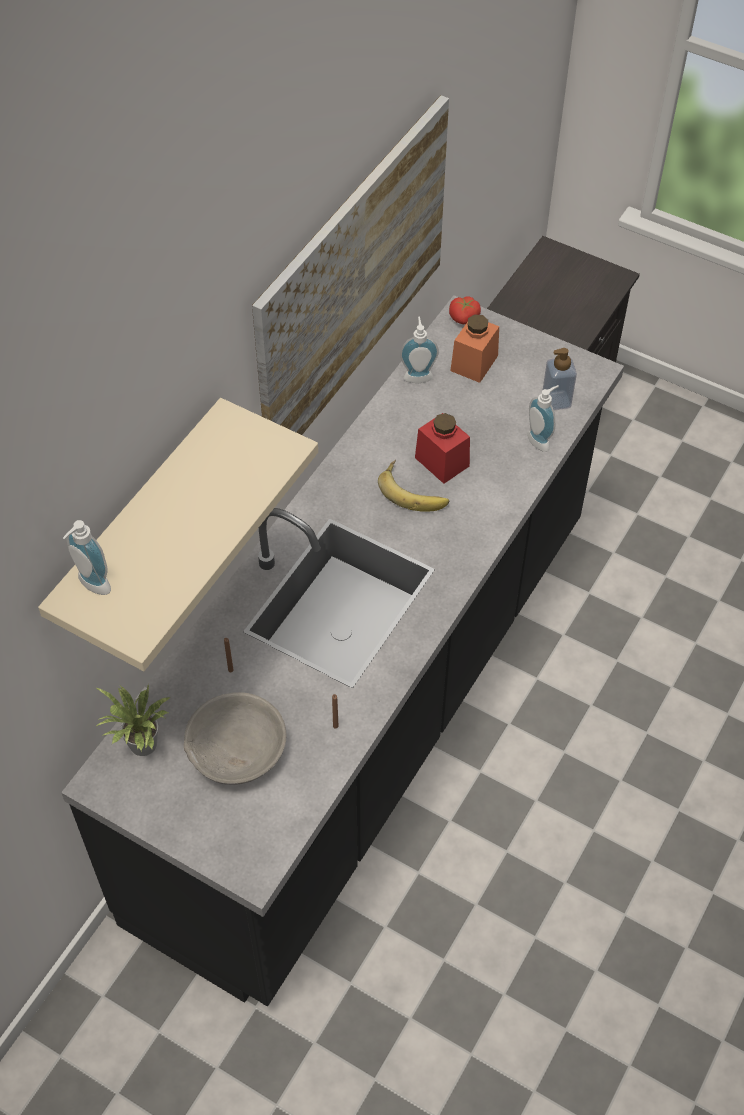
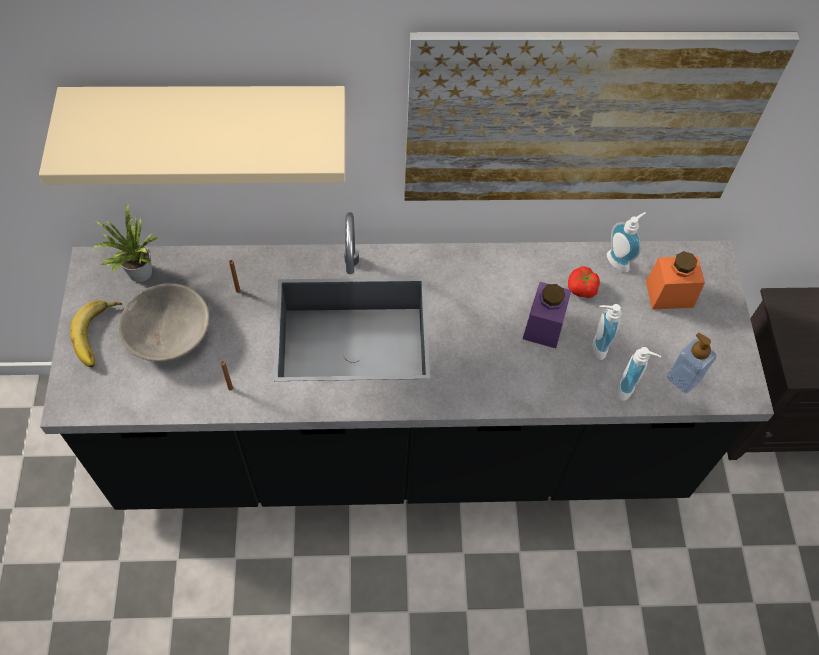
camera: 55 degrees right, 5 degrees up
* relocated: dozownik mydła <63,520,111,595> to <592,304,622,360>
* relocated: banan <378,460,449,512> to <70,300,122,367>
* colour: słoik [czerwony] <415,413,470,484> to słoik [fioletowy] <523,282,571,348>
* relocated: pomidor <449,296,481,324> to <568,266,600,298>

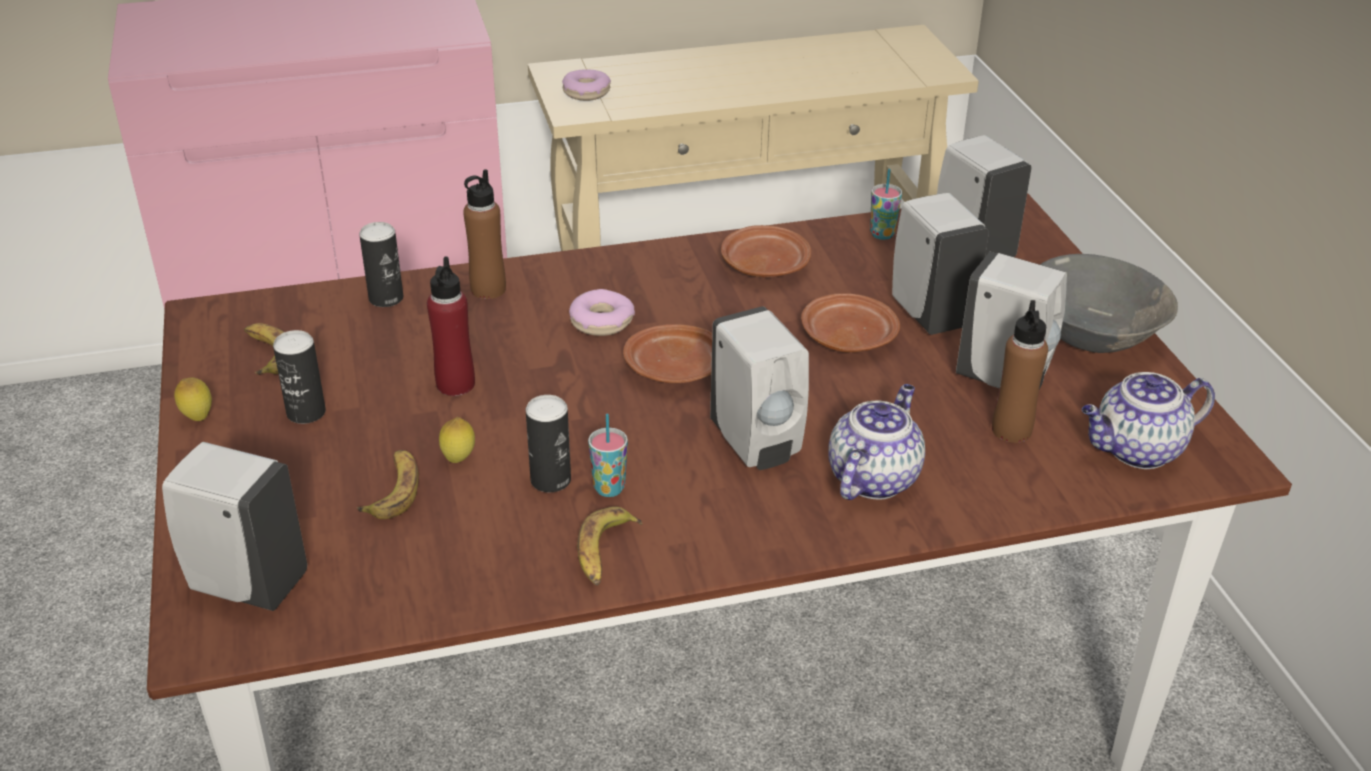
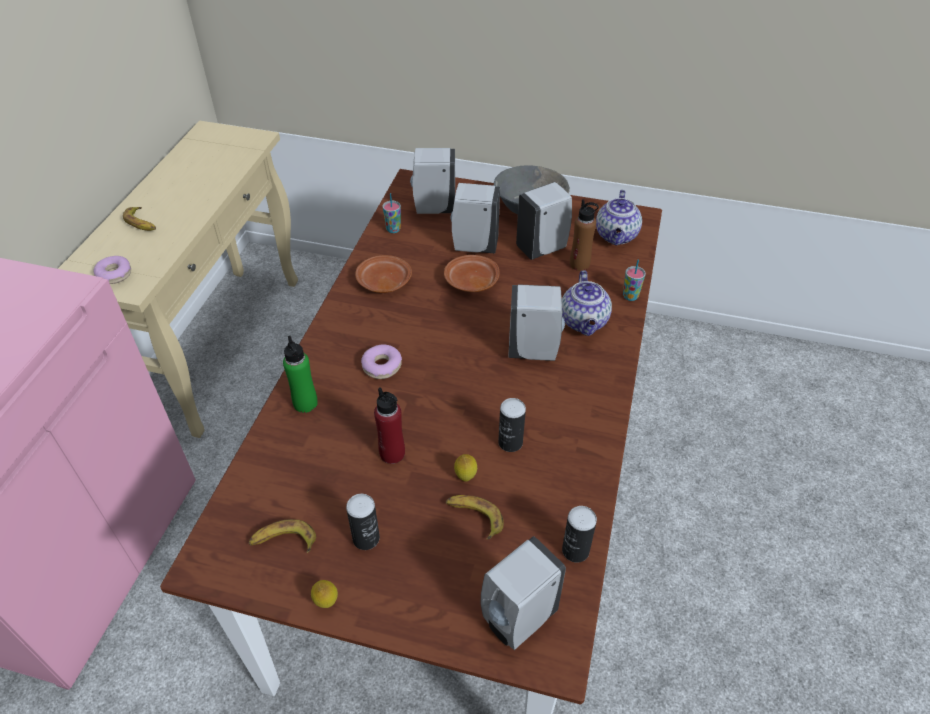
camera: 60 degrees left, 10 degrees up
* relocated: puszka <359,222,403,307> to <562,506,597,563>
* colour: butelka [brązowy] <463,169,506,299> to butelka [zielony] <283,336,318,413>
* relocated: banan <577,506,643,586> to <123,207,156,231>
* relocated: filiżanka <588,414,628,497> to <623,260,646,301>
* missing: talerz [brązowy] <623,324,712,383>
* spun: imbryk <828,384,925,500> = <562,270,612,336> 150 degrees counterclockwise

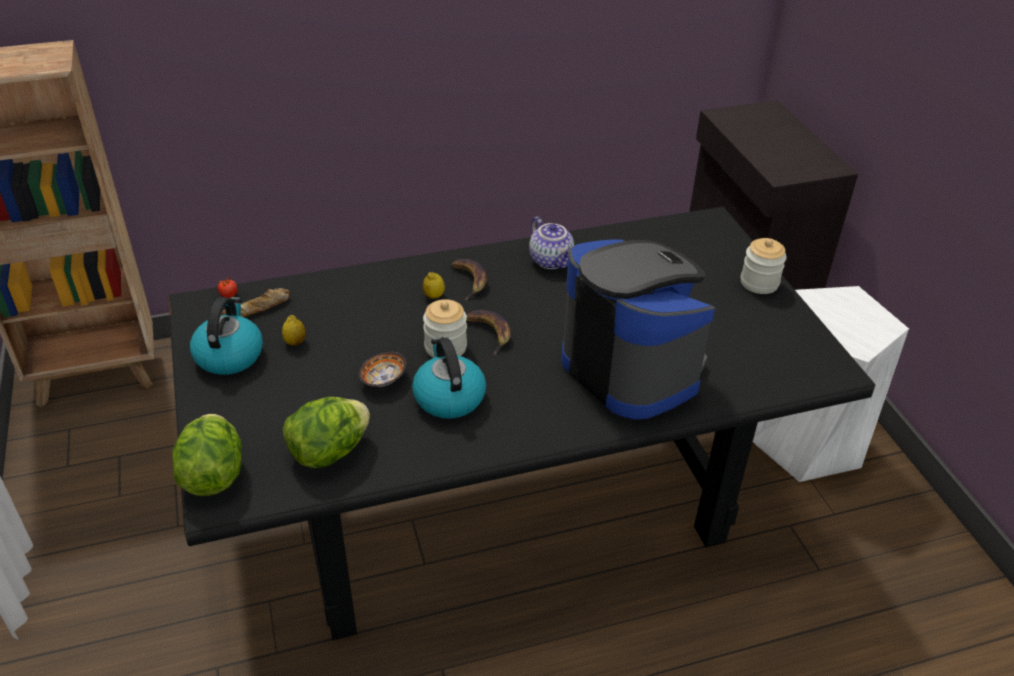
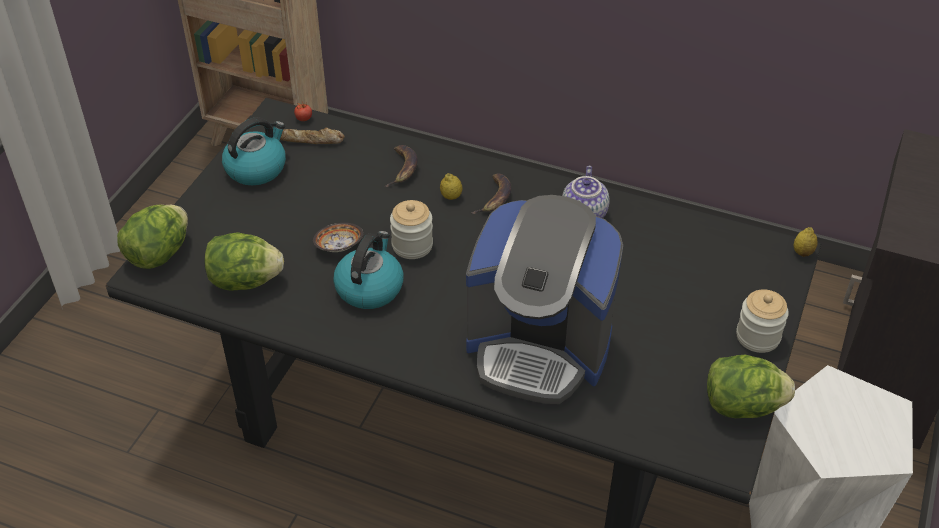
camera: 40 degrees right, 5 degrees up
* relocated: cytryna <282,315,306,346> to <794,227,818,257>
* relocated: banan <466,310,511,355> to <384,145,418,187>
* spun: ekspres do kawy <561,240,715,420> = <466,195,623,404> 105 degrees clockwise
* appeared: sałata <707,354,795,418>

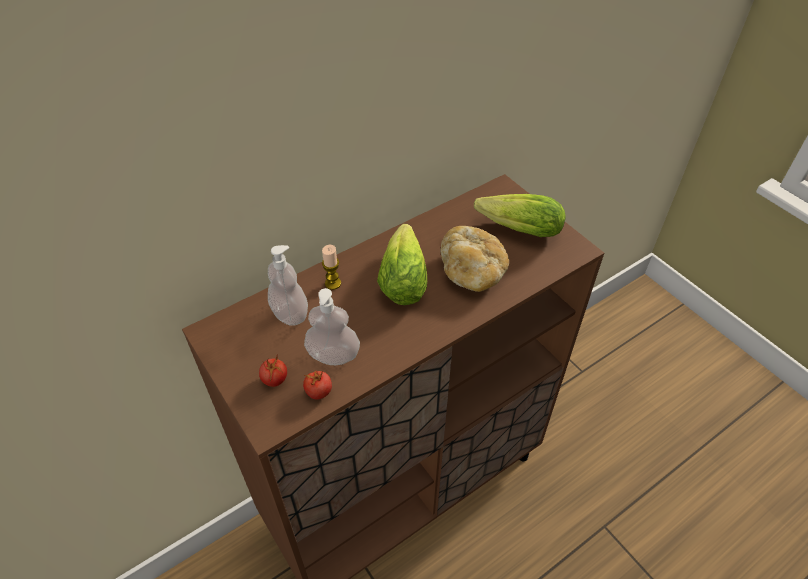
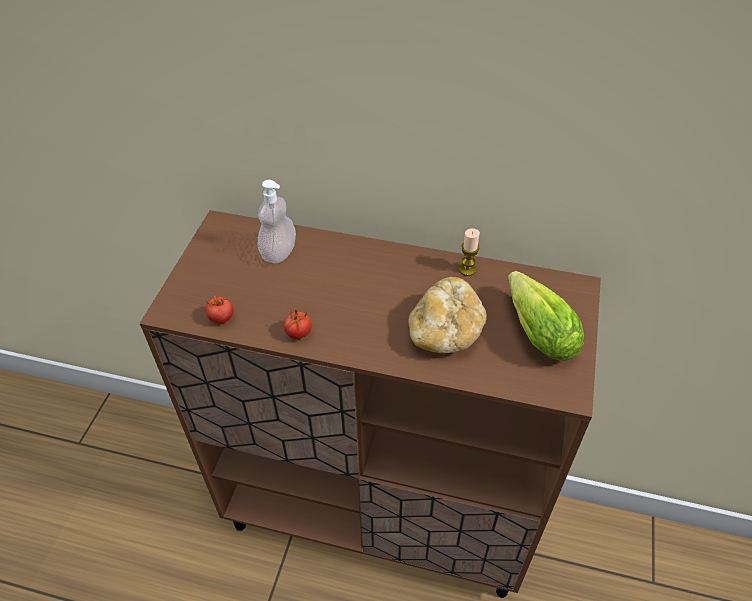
camera: 50 degrees right, 0 degrees up
* relocated: pomidor <259,354,287,387> to <284,309,312,339>
* missing: dozownik mydła <304,288,360,365>
* relocated: świeca <322,245,341,290> to <459,228,480,276>
* missing: sałata <377,224,427,305>

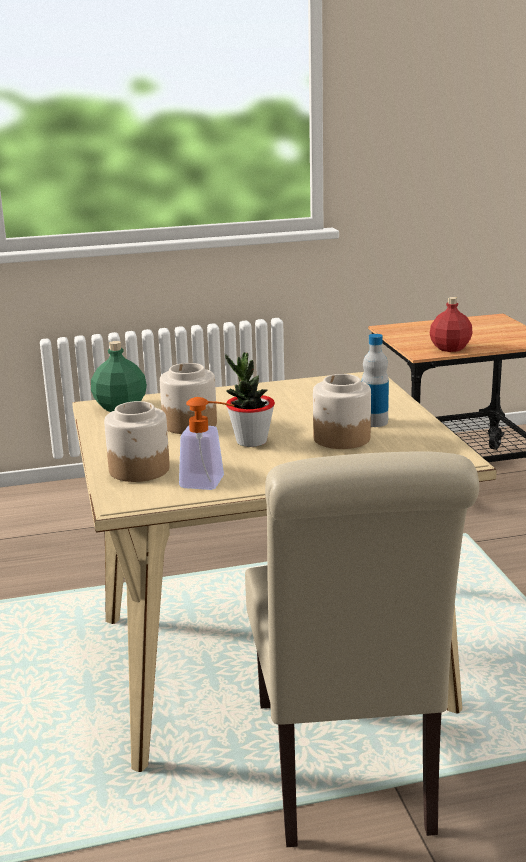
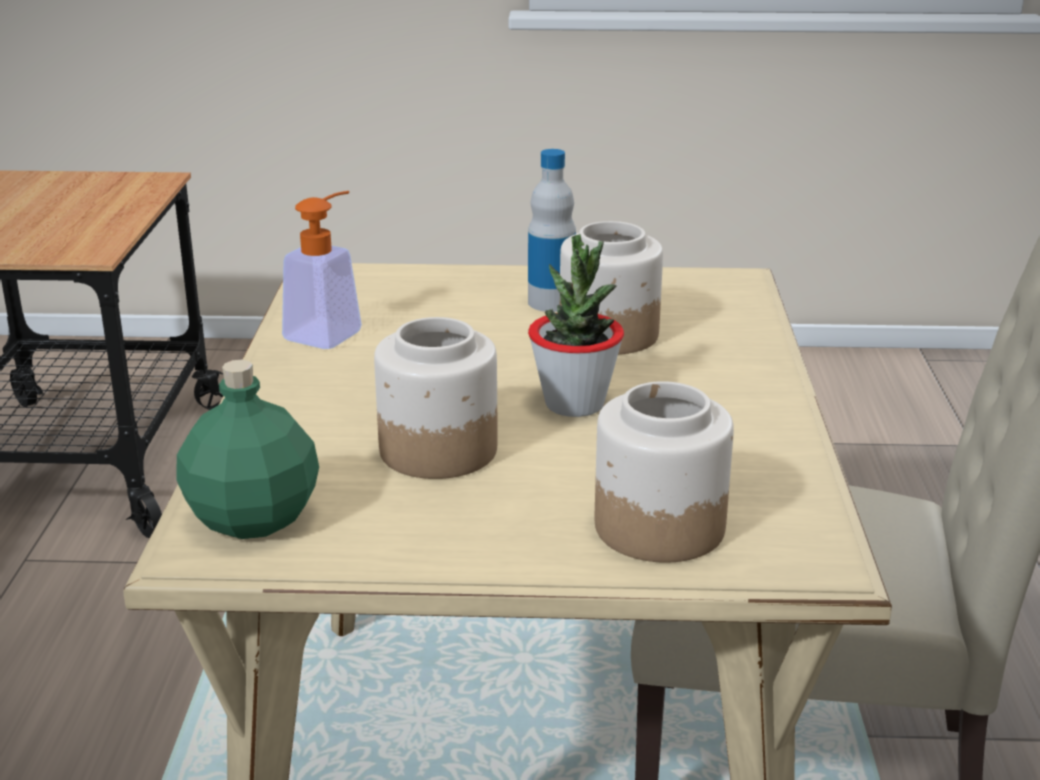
camera: 75 degrees left, 5 degrees up
* relocated: dozownik mydła <179,397,234,490> to <282,191,362,349>
* missing: butelka [czerwony] <430,297,473,352>

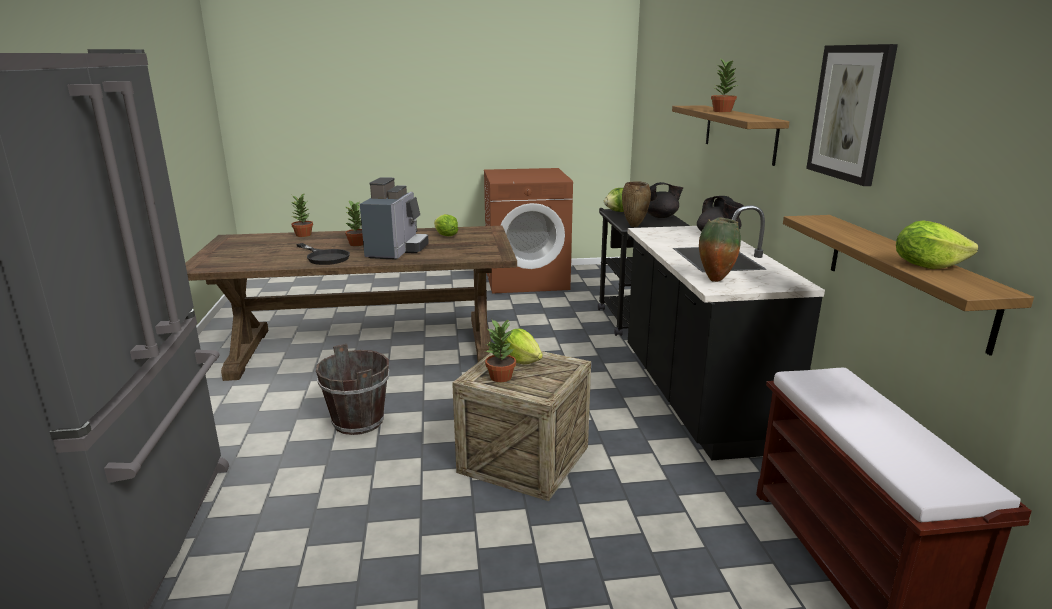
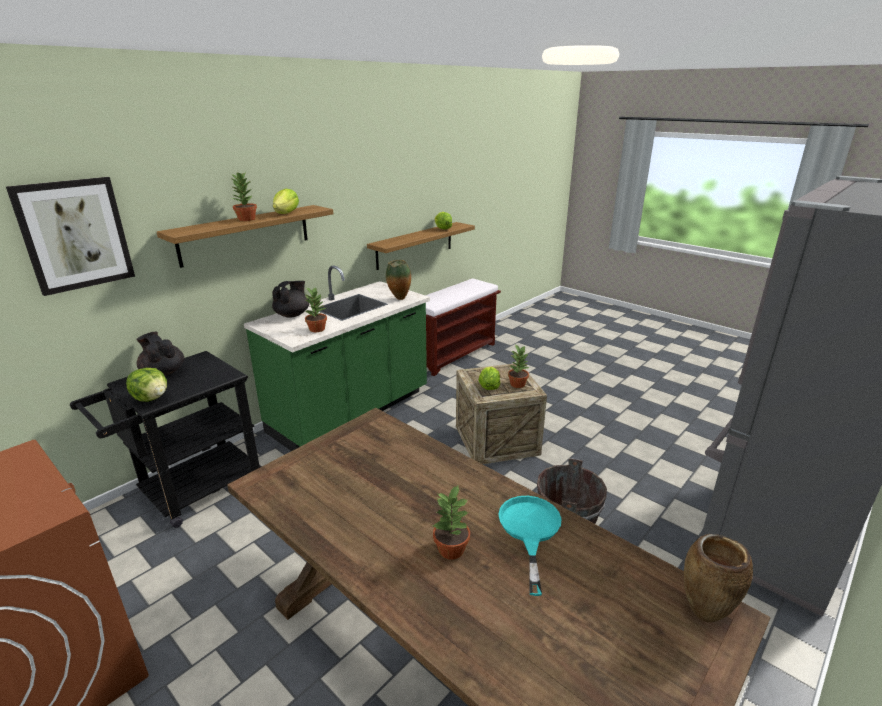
camera: 130 degrees left, 5 degrees up
* relocated: roślina doniczkowa <291,193,313,237> to <304,287,327,332>
* colour: patelnia [czarny] <296,243,350,265> to patelnia [turkusowy] <498,496,562,596>
* missing: ekspres do kawy <360,177,429,260>
* relocated: sałata <434,214,458,236> to <273,189,299,214>
* relocated: wazon [brązowy] <622,181,651,227> to <684,534,753,622>
* colour: zabudowa kuchenna [czarny] <628,205,825,461> to zabudowa kuchenna [zielony] <244,265,430,451>
* relocated: obraz <806,44,898,186> to <6,177,135,296>

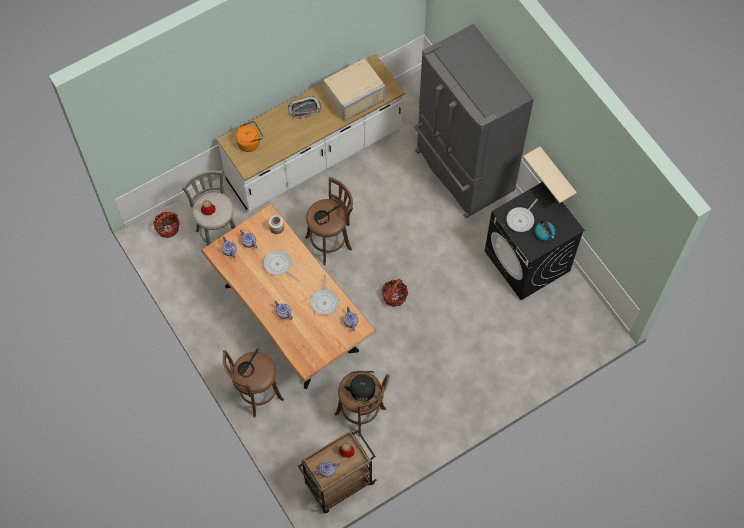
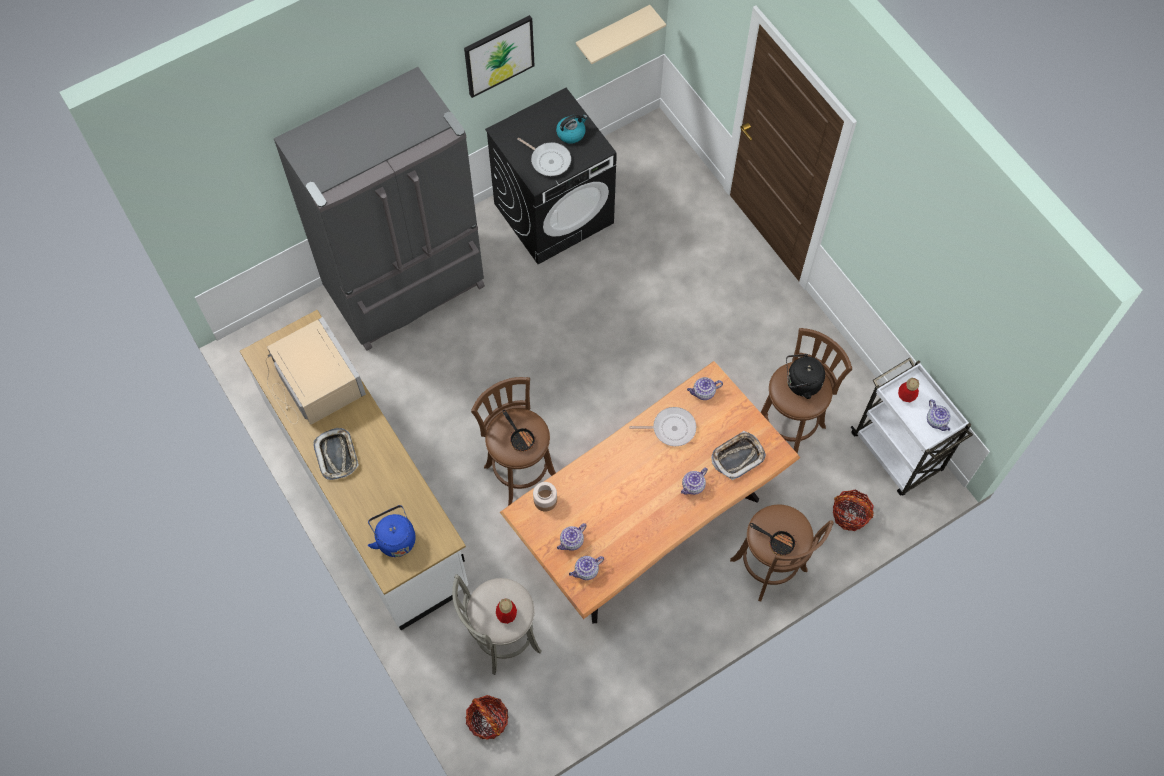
camera: 90 degrees left, 0 degrees up
* colour: czajnik [pomarańczowy] <236,121,263,152> to czajnik [niebieski] <368,505,416,557>
* missing: patelnia <263,250,299,282>
* colour: wózek [brązowy] <298,430,376,513> to wózek [biały] <851,358,973,495>
* relocated: koszyk <382,279,408,307> to <833,490,874,531>
* relocated: półka [beżowy] <523,147,577,203> to <576,5,666,64>
* appeared: obraz <464,15,535,98>
* appeared: taca <711,431,766,480>

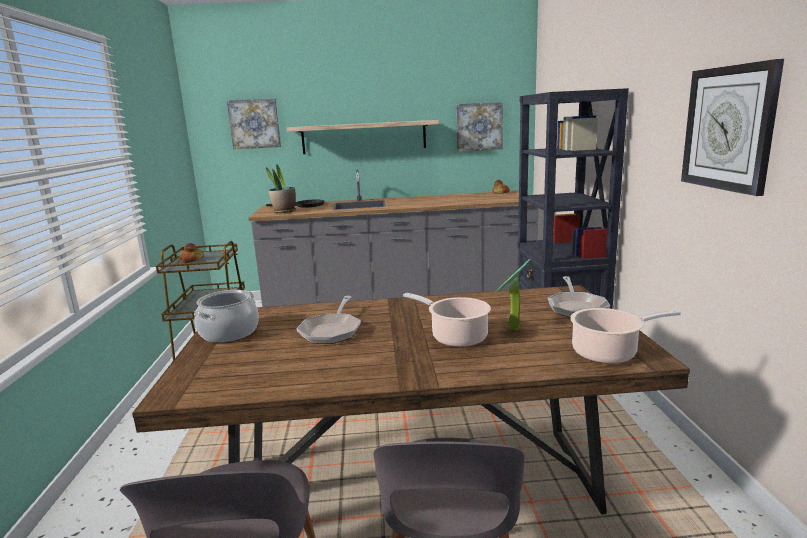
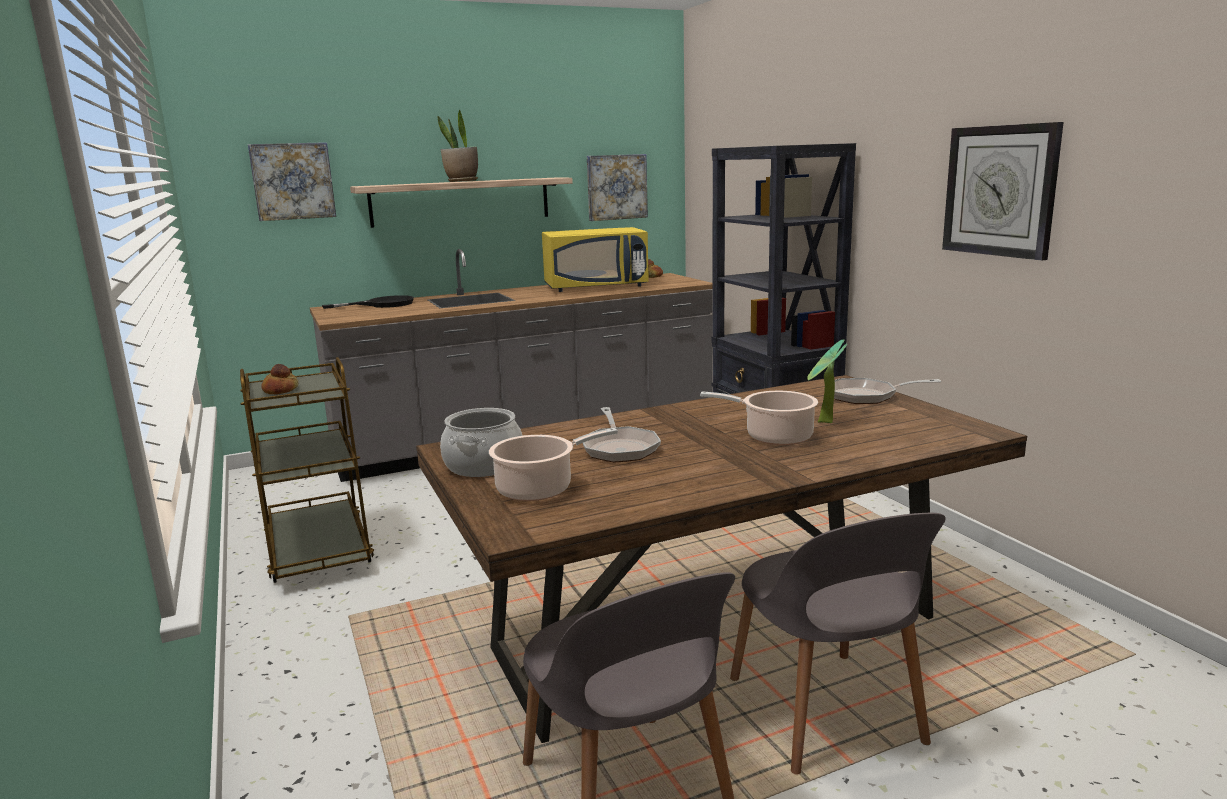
camera: 20 degrees left, 0 degrees up
* relocated: roślina doniczkowa <266,164,296,213> to <438,110,478,182>
* spun: patelnia <548,276,610,318> = <834,378,941,404> 105 degrees clockwise
* relocated: garnek <570,308,681,364> to <489,428,618,501>
* appeared: mikrofalówka [żółty] <542,227,649,292>

